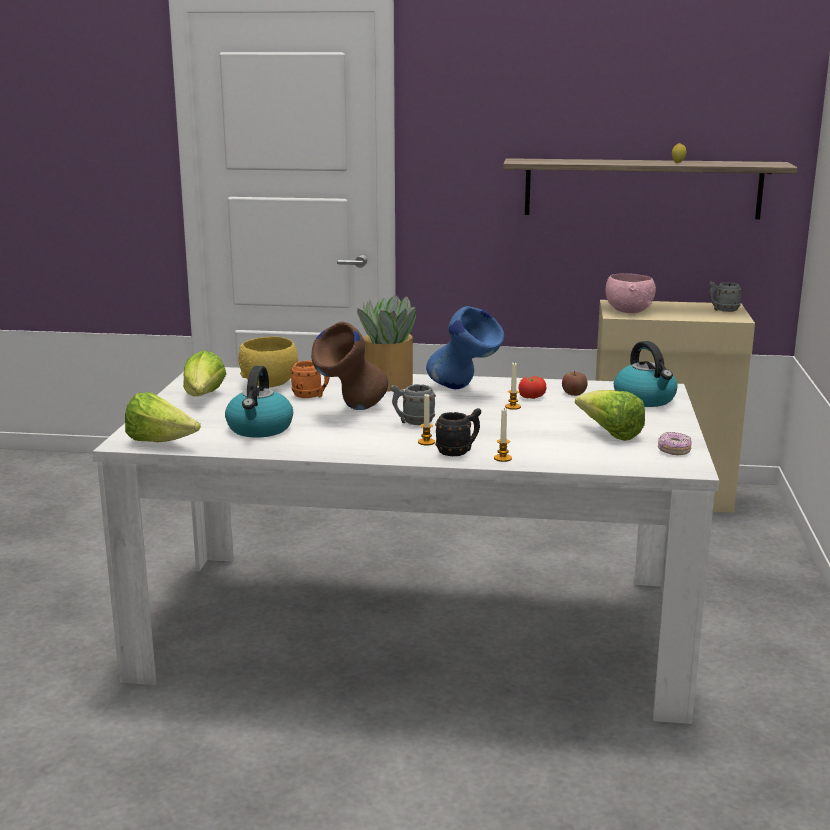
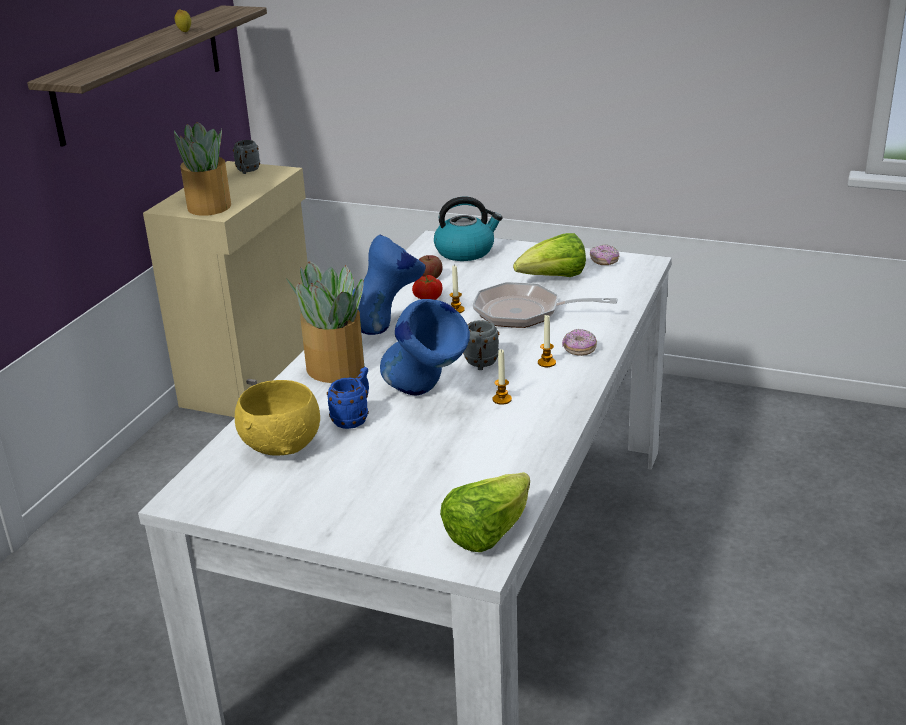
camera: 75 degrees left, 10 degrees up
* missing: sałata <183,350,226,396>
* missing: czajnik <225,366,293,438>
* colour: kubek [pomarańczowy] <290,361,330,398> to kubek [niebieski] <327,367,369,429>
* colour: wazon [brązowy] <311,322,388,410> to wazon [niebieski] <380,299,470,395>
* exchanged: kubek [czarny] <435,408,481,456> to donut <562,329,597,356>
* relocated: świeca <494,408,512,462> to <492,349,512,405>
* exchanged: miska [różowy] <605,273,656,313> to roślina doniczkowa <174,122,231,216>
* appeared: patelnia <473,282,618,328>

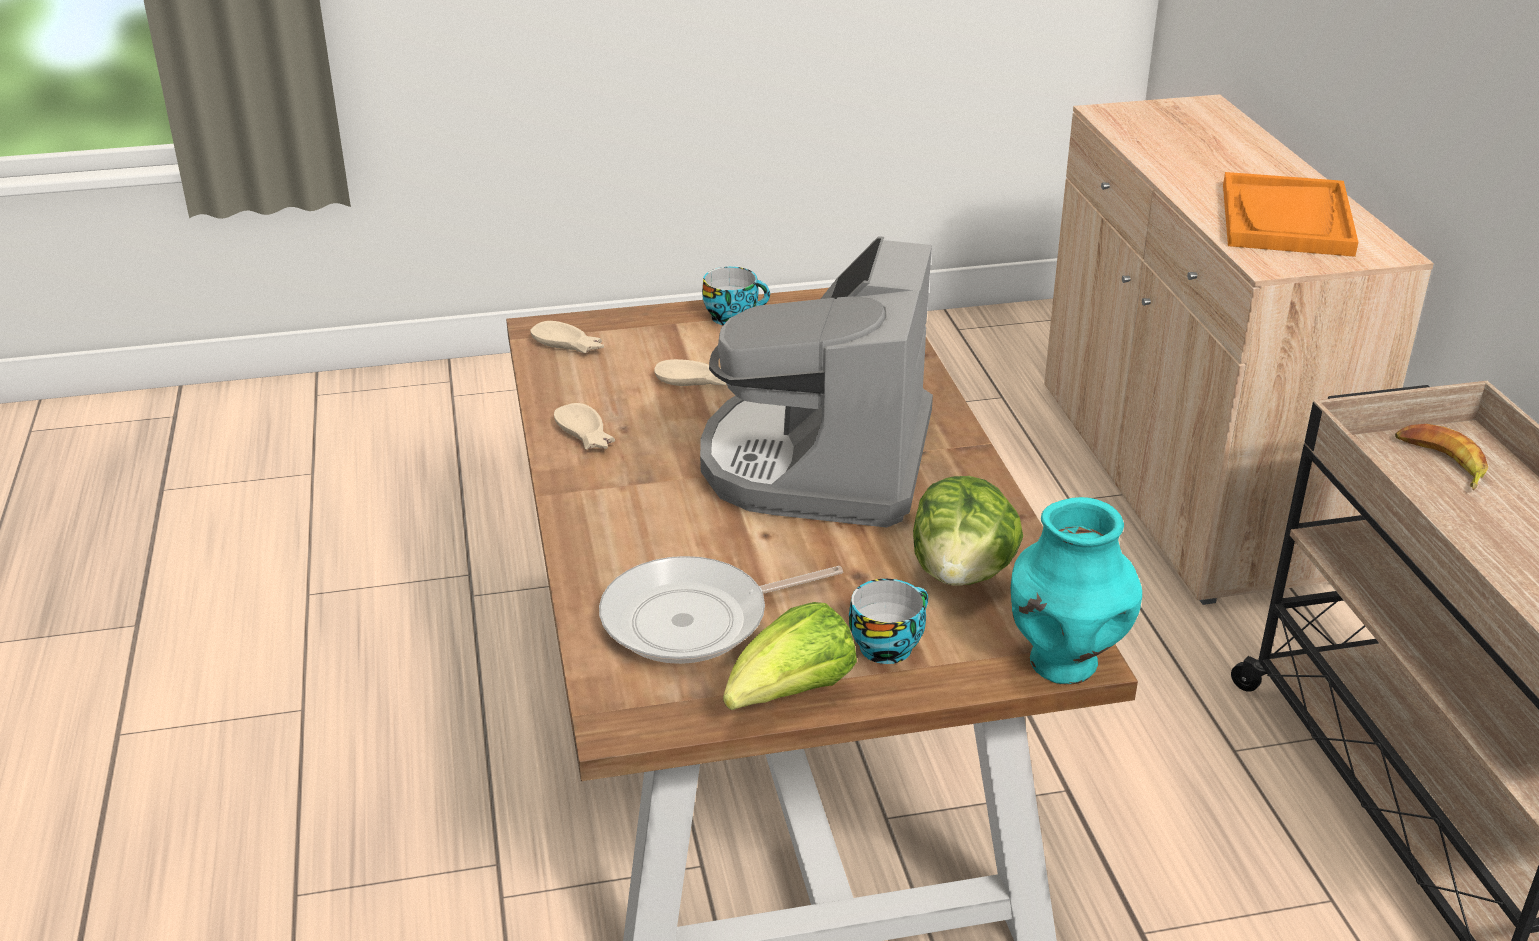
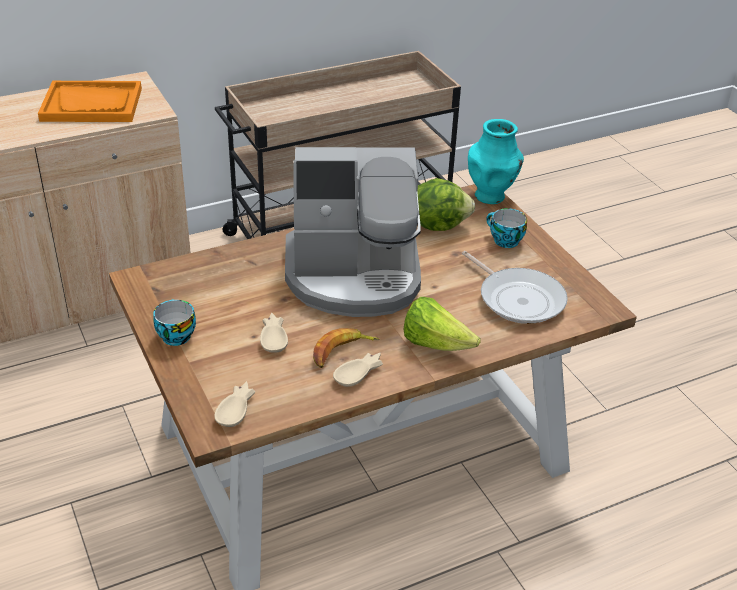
camera: 105 degrees left, 5 degrees up
* relocated: sałata <723,602,857,710> to <404,297,481,351>
* relocated: banan <1395,424,1488,490> to <313,328,380,368>

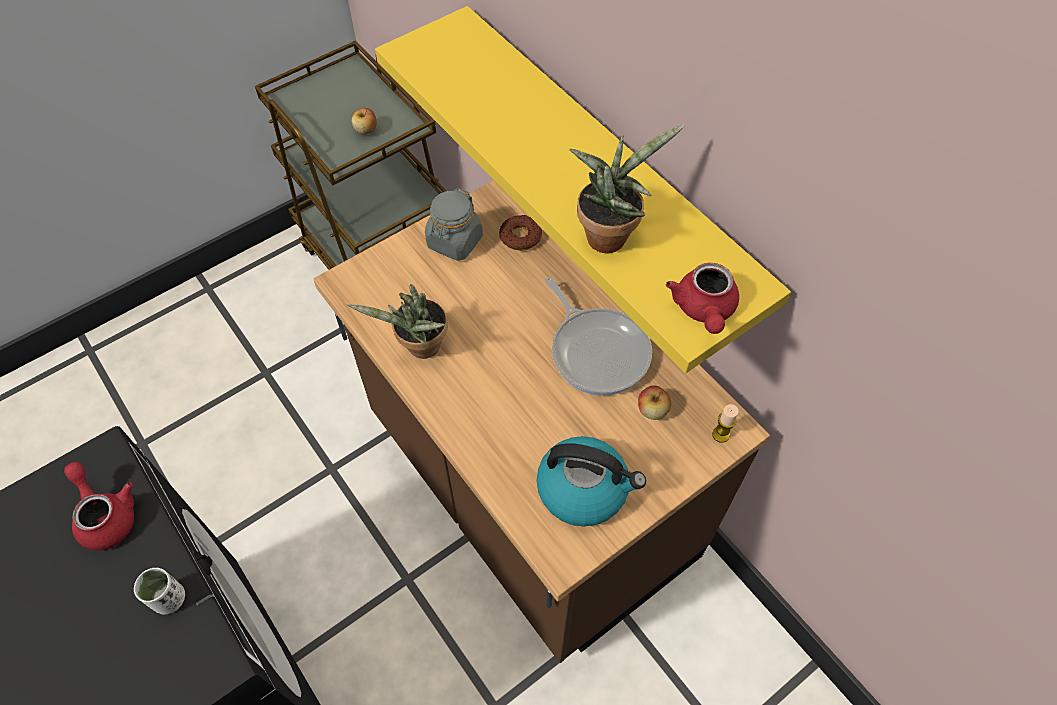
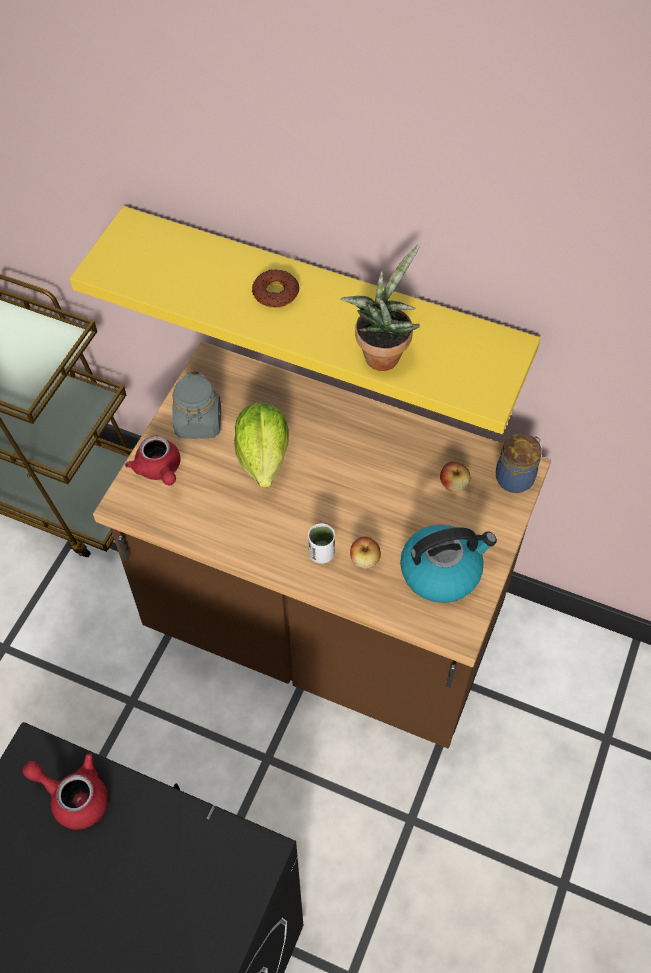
camera: 30 degrees left, 0 degrees up
* relocated: filiżanka [biały] <134,568,185,615> to <308,523,335,564>
* missing: roślina doniczkowa <347,284,448,359>
* relocated: jabłko <351,108,377,135> to <350,537,381,569>
* relocated: donut <499,215,542,251> to <252,269,299,308>
* missing: patelnia <545,277,652,396>
* relocated: imbryk [czerwony] <666,263,739,334> to <125,436,180,485>
* exchanged: świeca <712,404,739,443> to słoik <496,433,542,493>
* appeared: sałata <234,403,289,488>

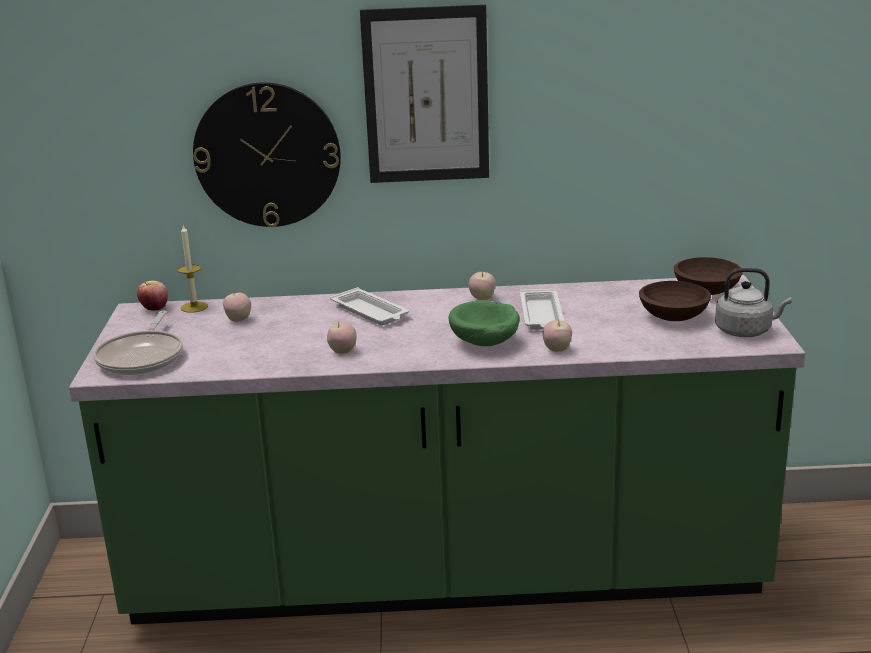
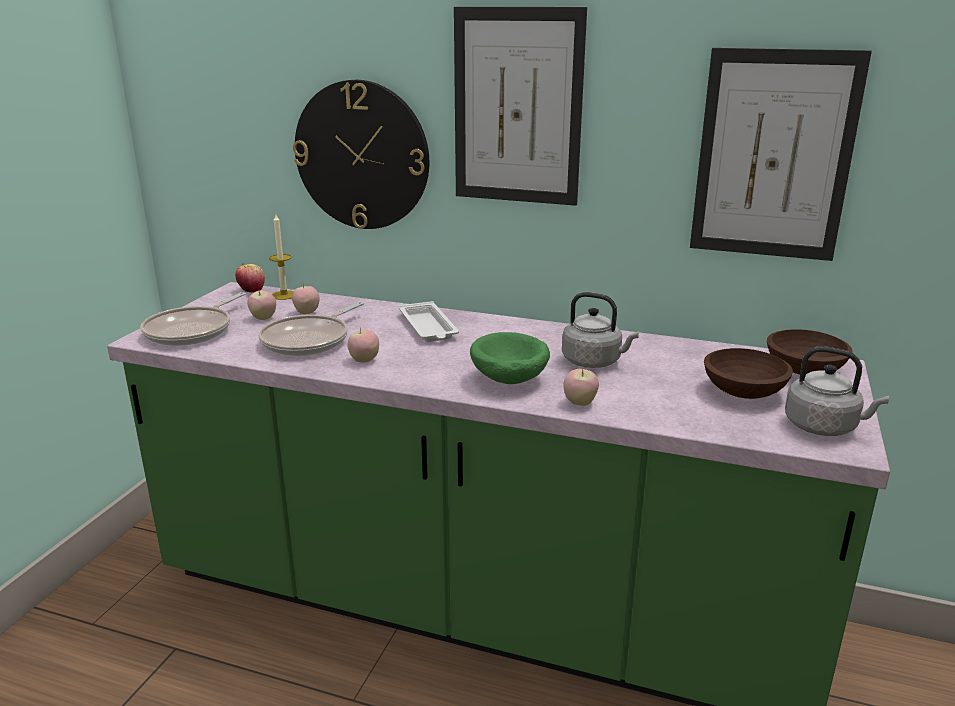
camera: 20 degrees right, 0 degrees up
* relocated: jabłko <469,271,496,300> to <247,290,276,320>
* exchanged: taca [biały] <520,289,564,330> to czajnik [szary] <562,292,639,368>
* appeared: patelnia <258,302,364,356>
* appeared: obraz <690,48,872,261>

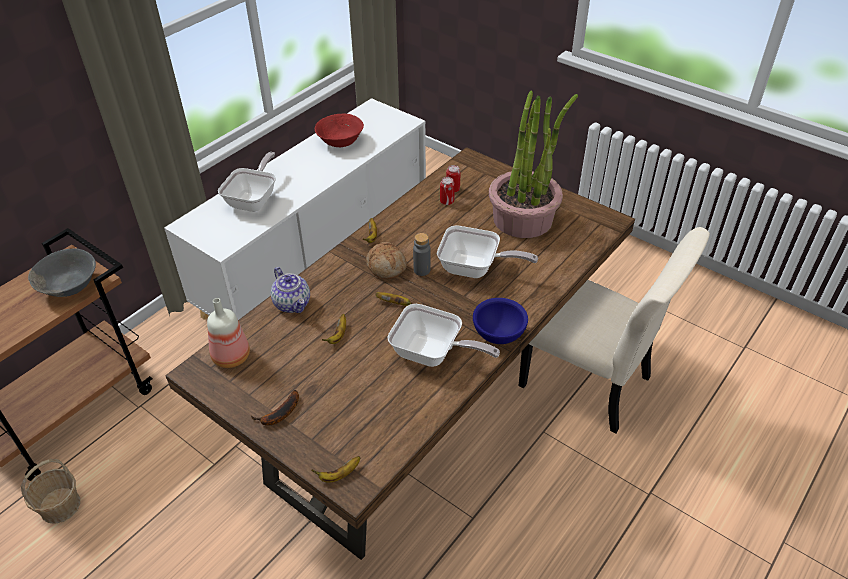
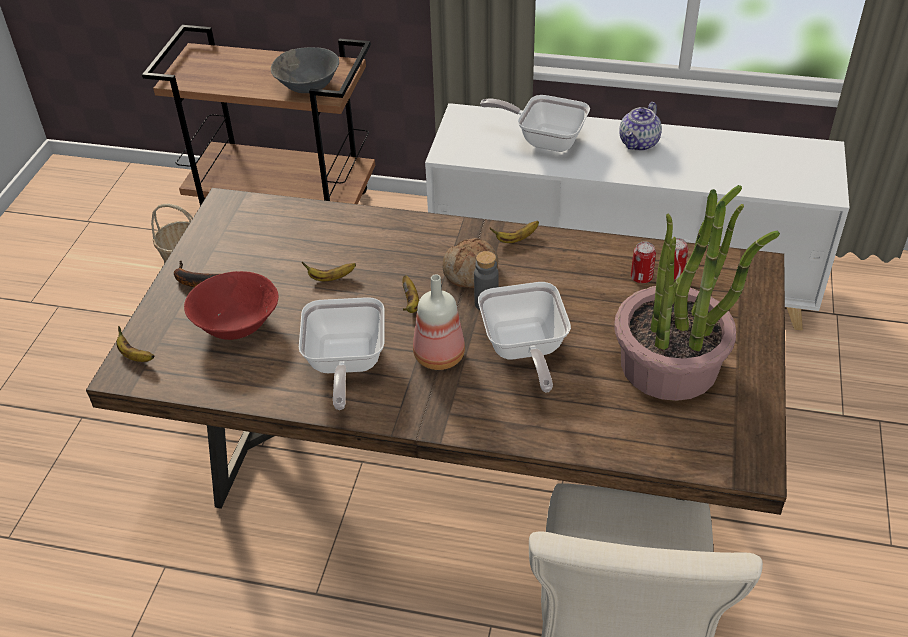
camera: 65 degrees right, 0 degrees up
* relocated: butelka <207,298,250,368> to <413,275,465,370>
* spun: patelnia <218,152,276,212> = <480,95,590,152> 150 degrees counterclockwise
* relocated: imbryk <271,267,310,313> to <619,102,662,151>
* relocated: miska [czerwony] <315,113,364,147> to <184,271,278,340>
* missing: miska [niebieski] <473,298,528,344>

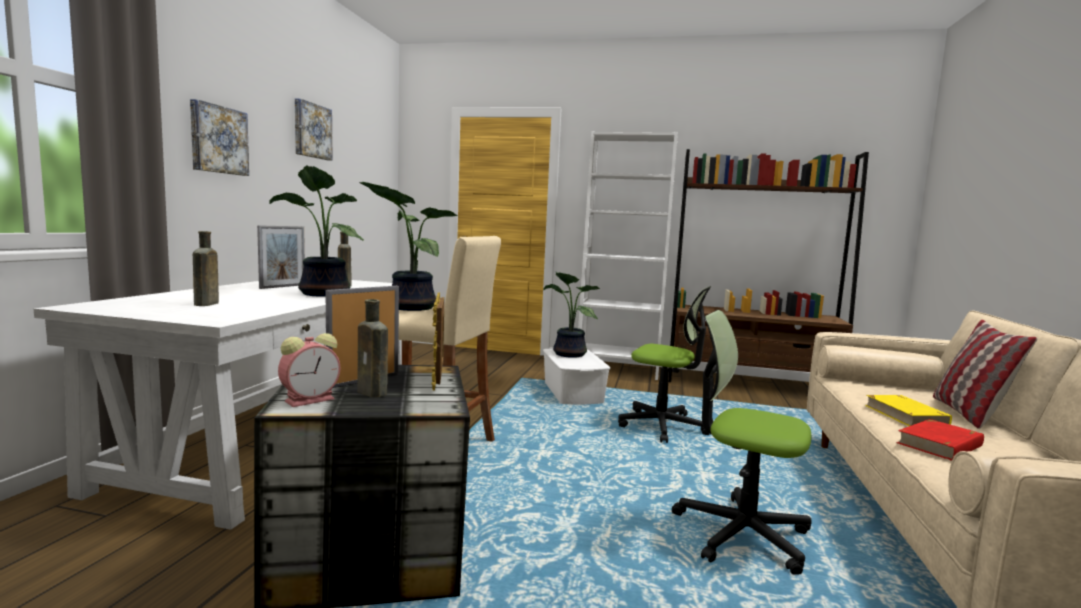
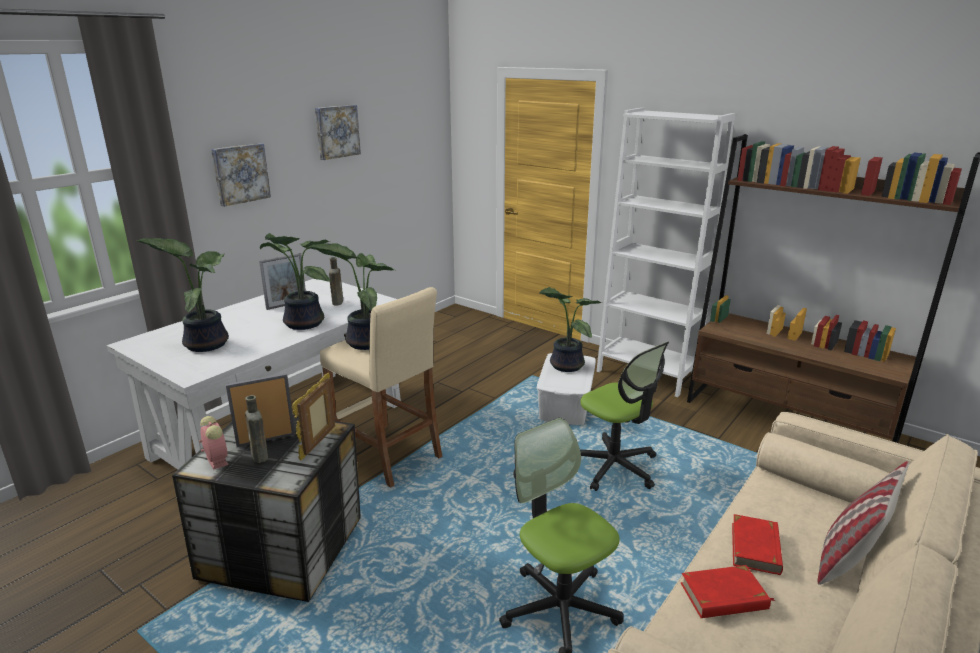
camera: 25 degrees right, 15 degrees up
* exchanged: butelka [brązowy] <193,231,219,306> to roślina doniczkowa <137,238,229,352>
* spun: budzik <278,333,341,407> = <199,416,228,470> 105 degrees counterclockwise
* colour: książka [żółty] <865,395,952,426> to książka [czerwony] <732,514,783,575>

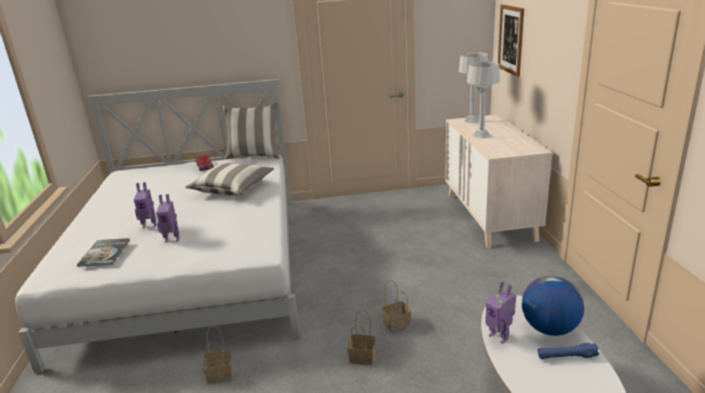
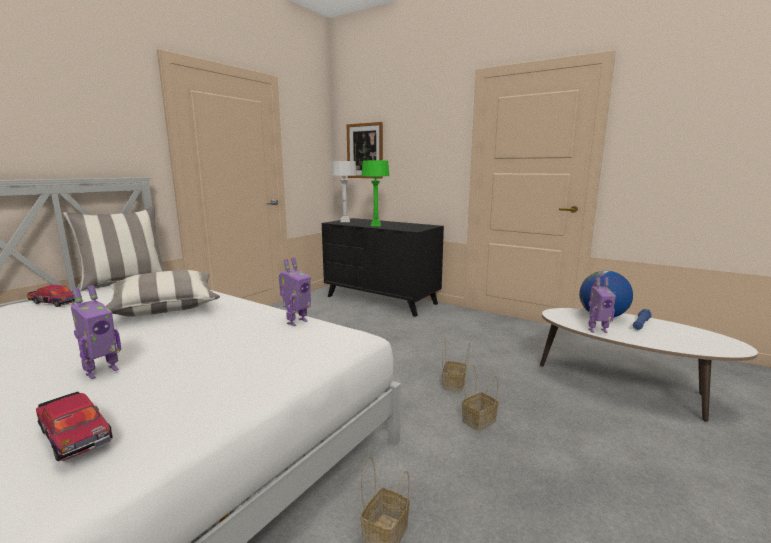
camera: 50 degrees left, 10 degrees down
* exchanged: książka <77,238,130,267> to samochodzik <36,392,113,461>
* relocated: robot zabawkowy <156,194,180,242> to <279,258,311,326>
* colour: komoda [beżowy] <445,115,552,248> to komoda [czarny] <322,218,444,317>
* colour: lampa stołowa [szary] <467,61,500,139> to lampa stołowa [zielony] <361,160,389,226>

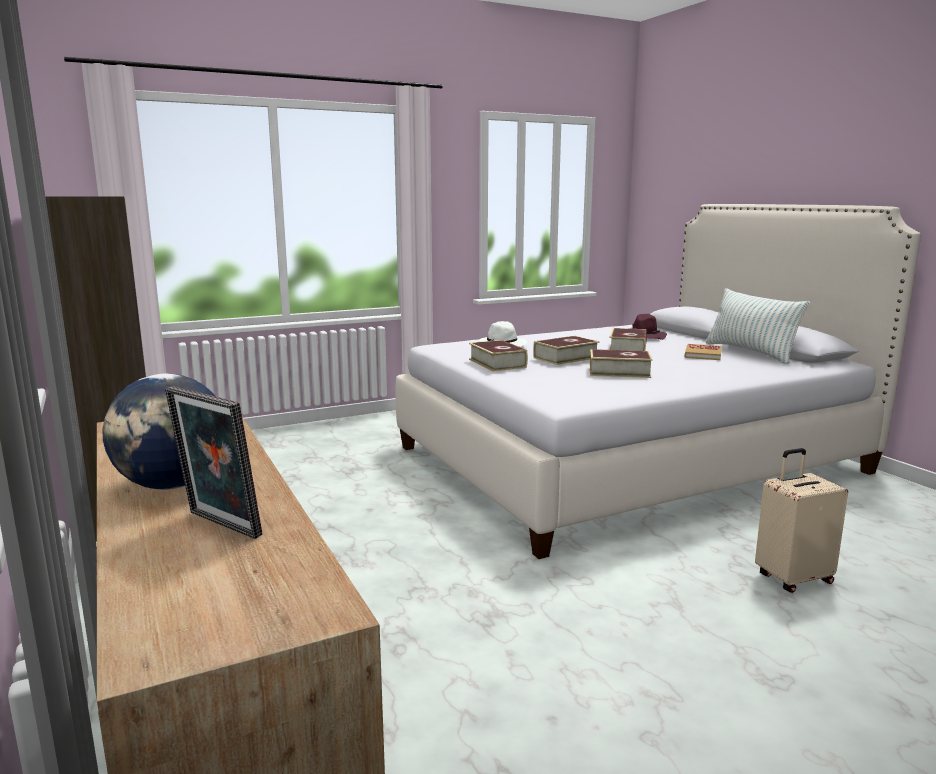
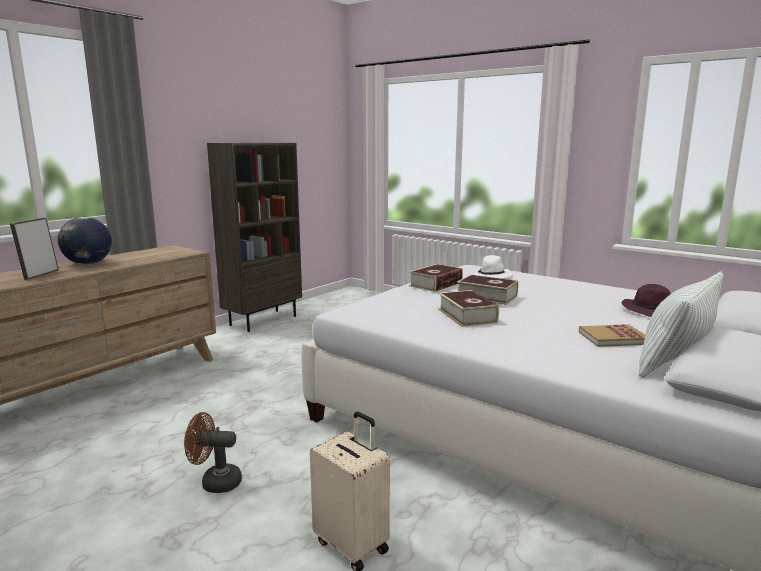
camera: 65 degrees right, 0 degrees up
* missing: książka <609,328,647,351>
* appeared: wentylator [brązowy] <184,412,242,493>

